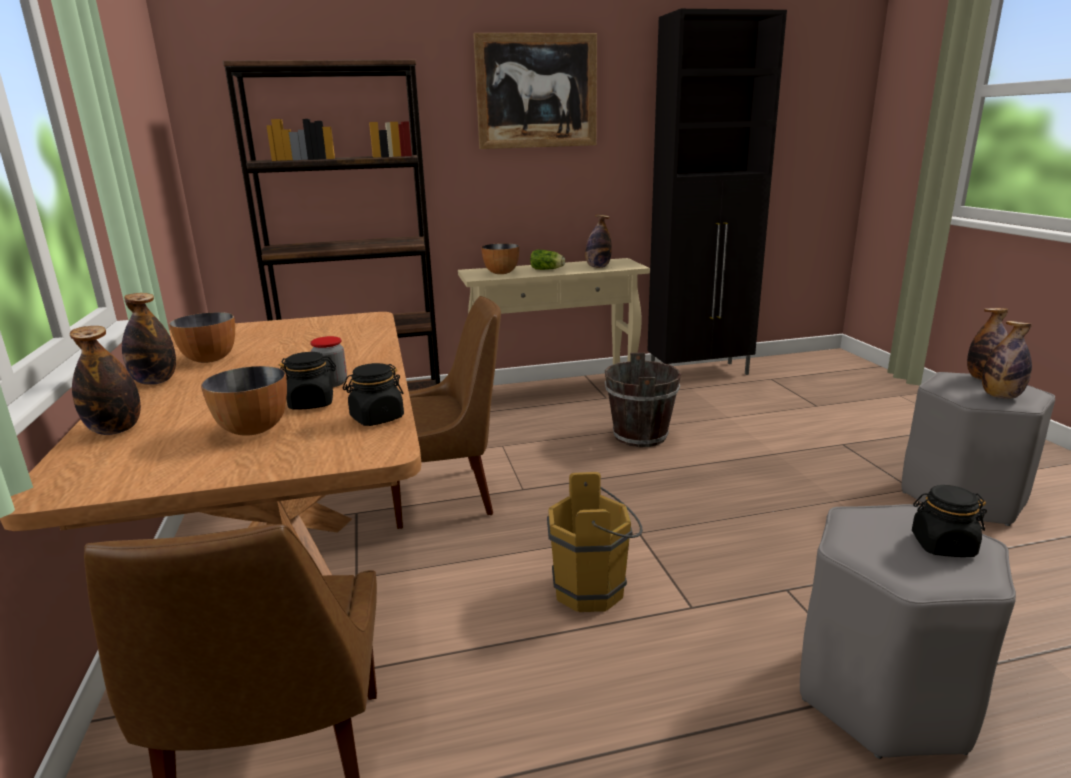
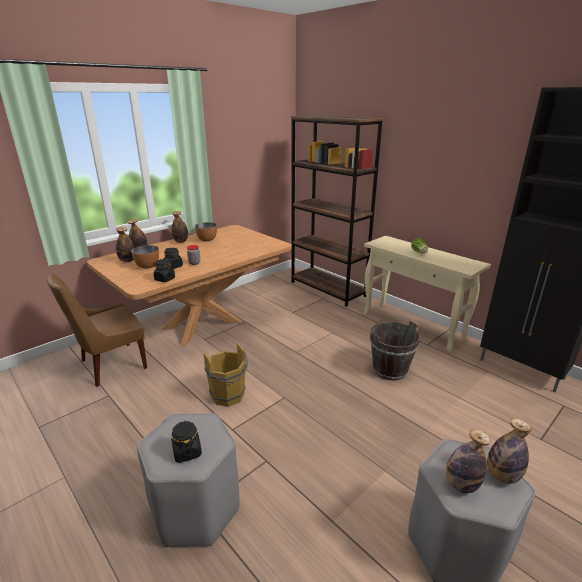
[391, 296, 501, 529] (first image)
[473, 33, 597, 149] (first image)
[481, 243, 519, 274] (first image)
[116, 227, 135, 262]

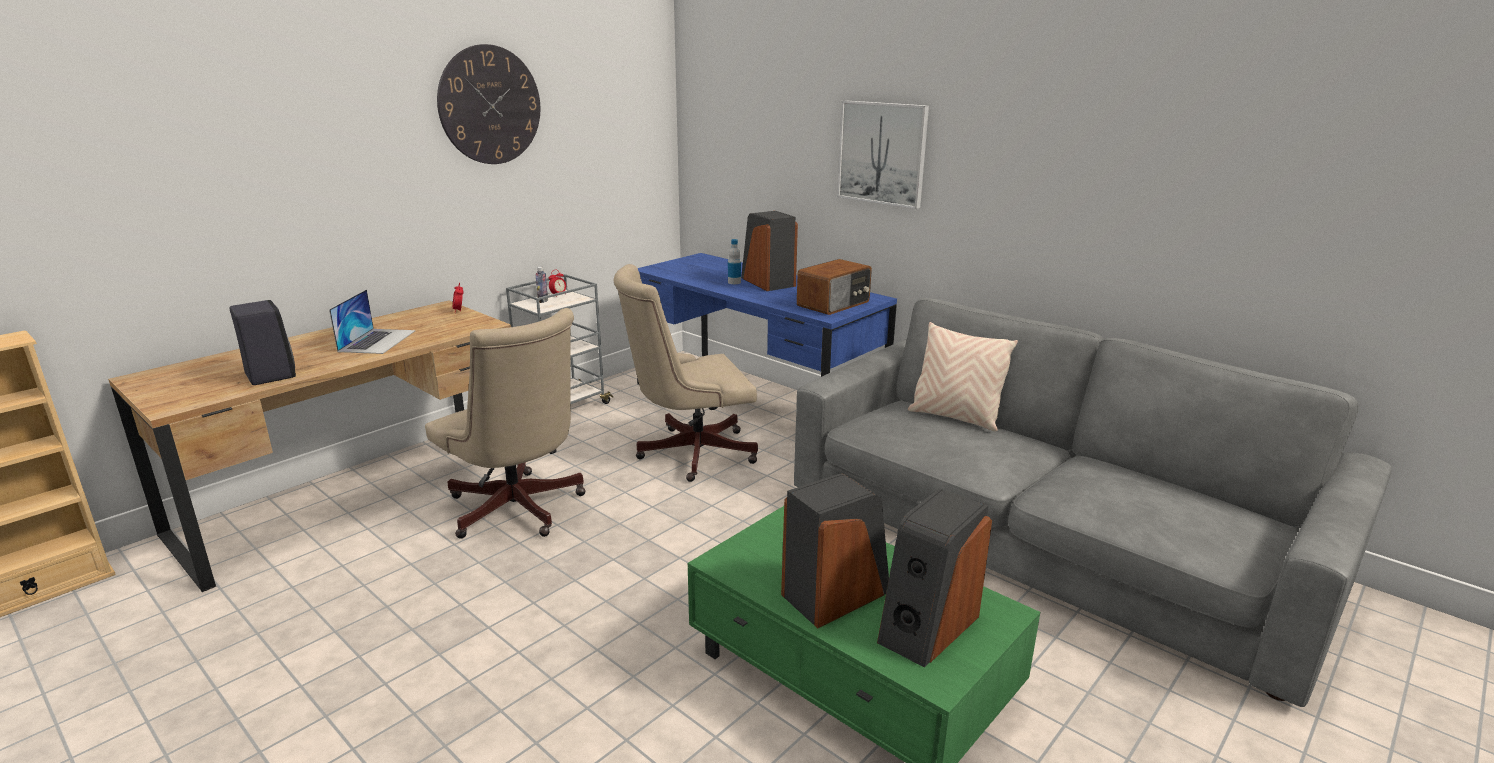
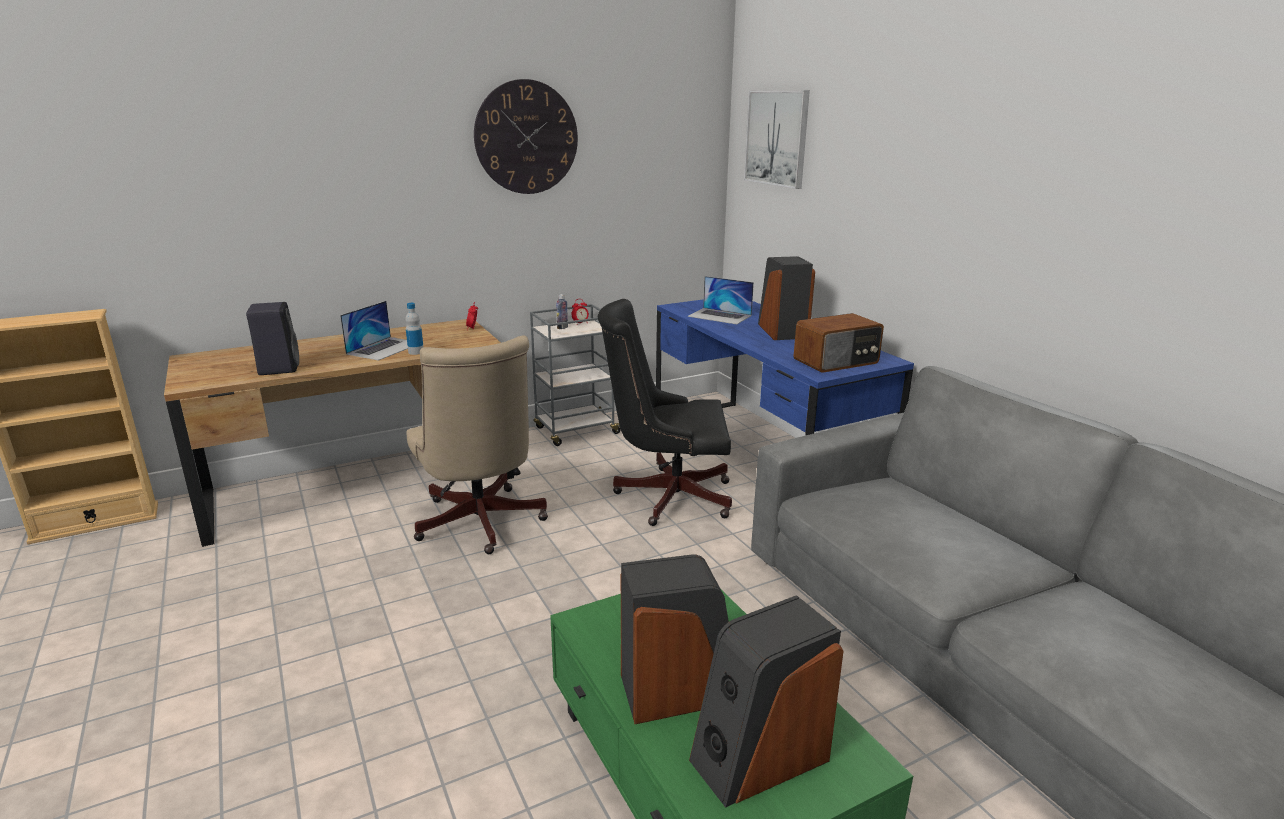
[598, 299, 732, 526]
[405, 303, 423, 355]
[744, 90, 810, 189]
[908, 322, 1018, 431] (first image)
[688, 276, 754, 324]

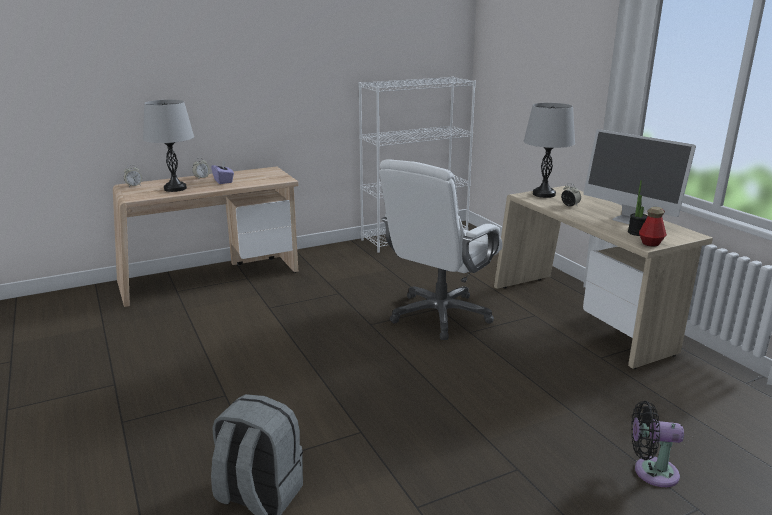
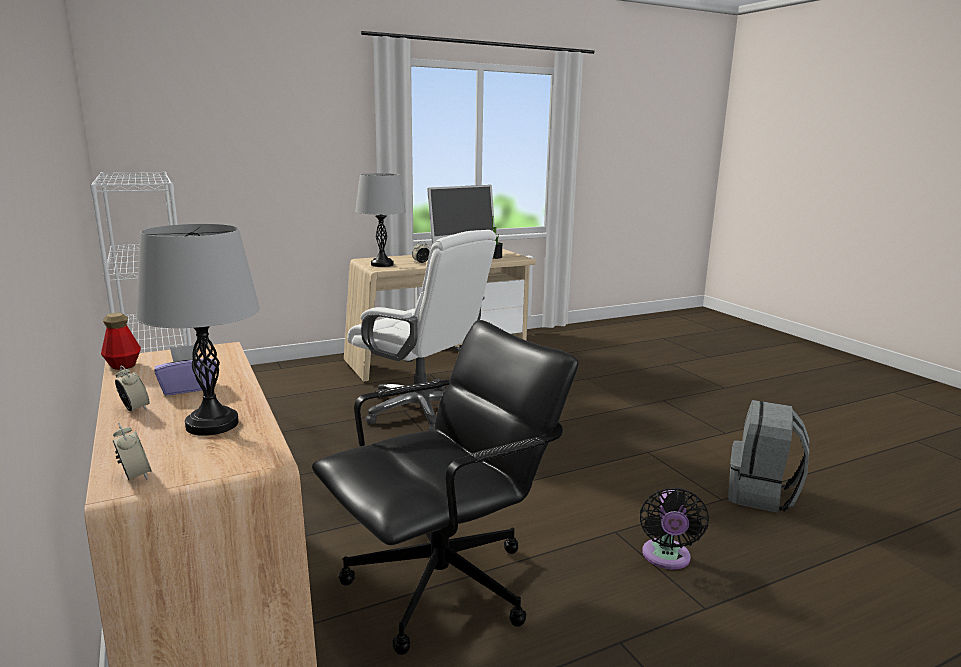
[640, 487, 709, 569]
[101, 313, 141, 370]
[312, 320, 579, 655]

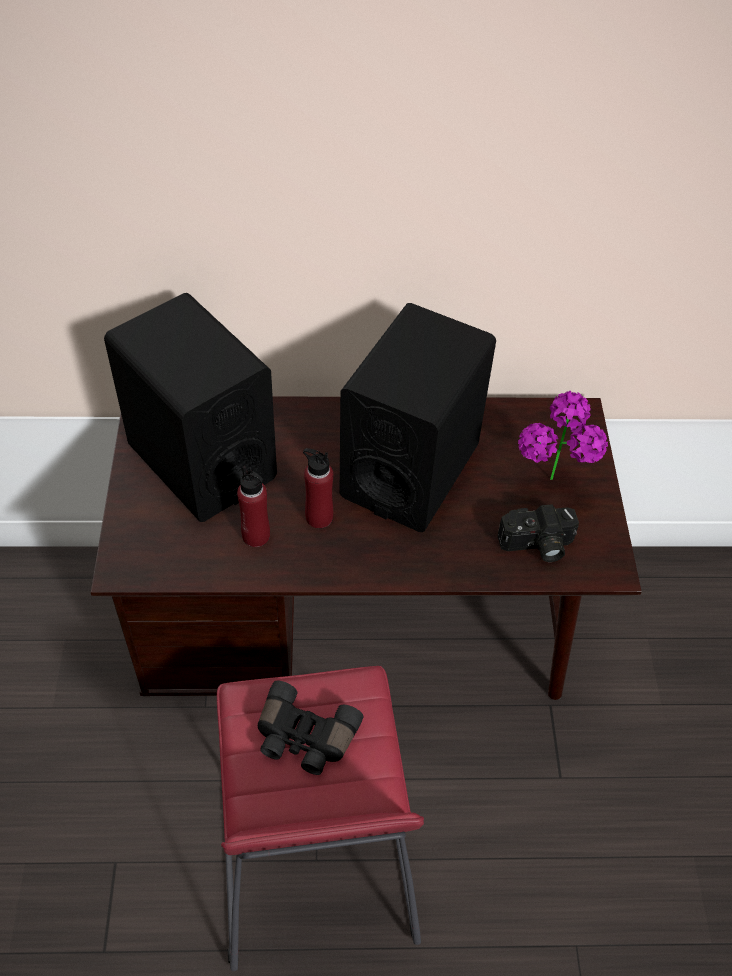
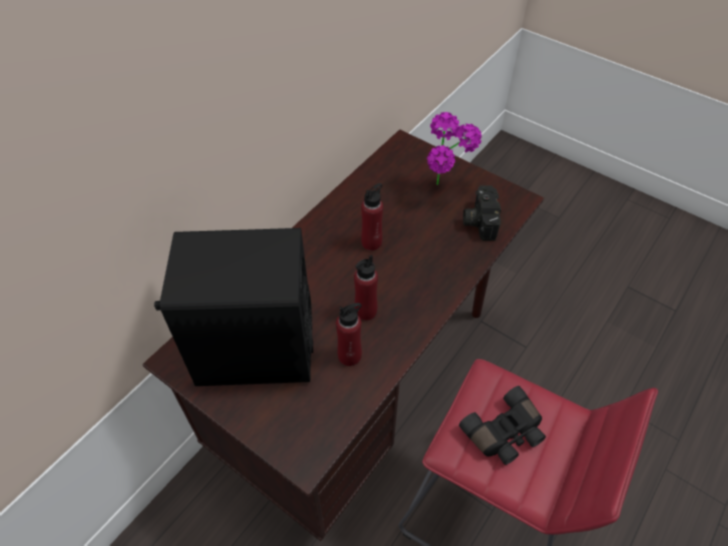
[361, 183, 383, 251]
[463, 185, 501, 241]

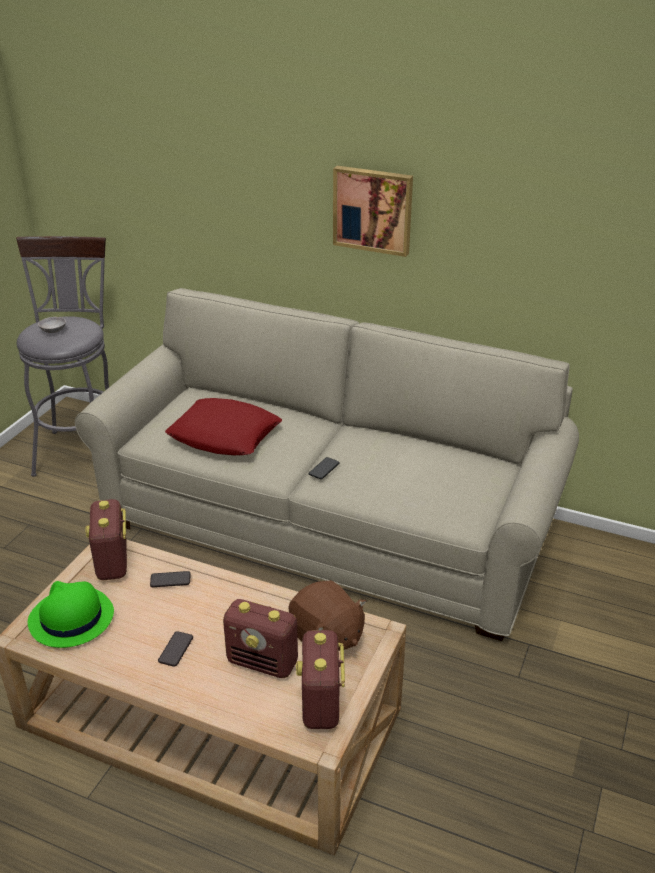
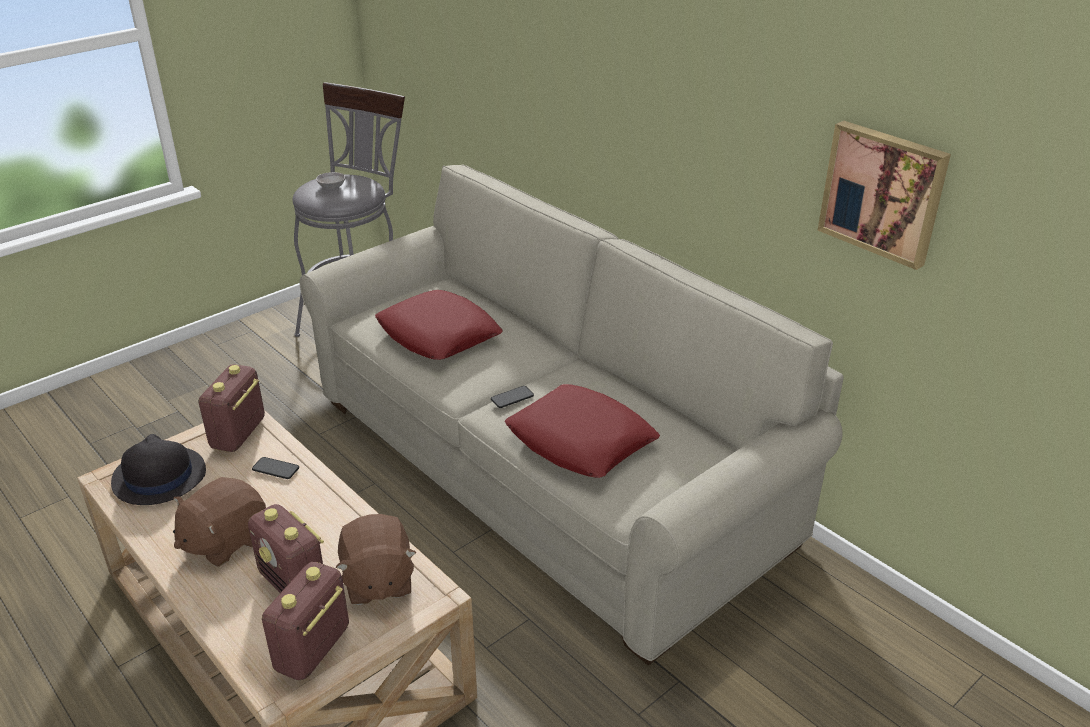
[111, 434, 206, 505]
[173, 477, 266, 567]
[818, 121, 951, 270]
[505, 384, 660, 478]

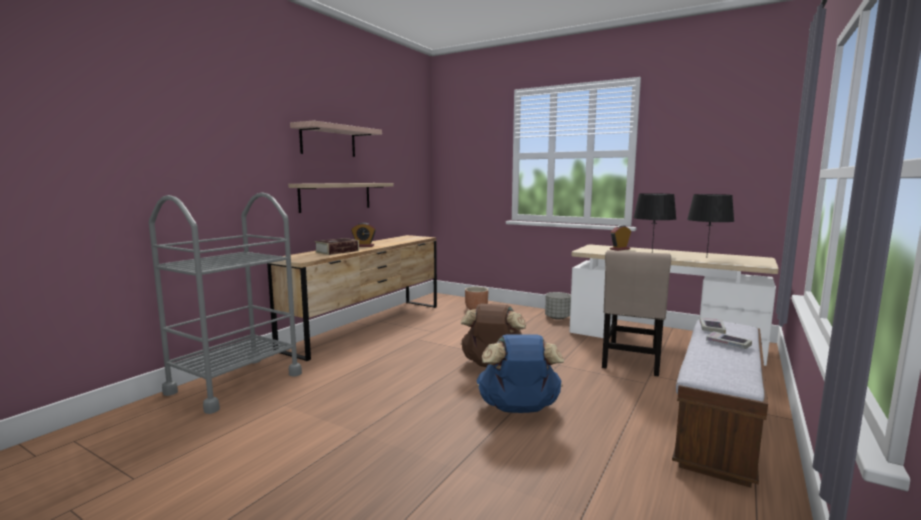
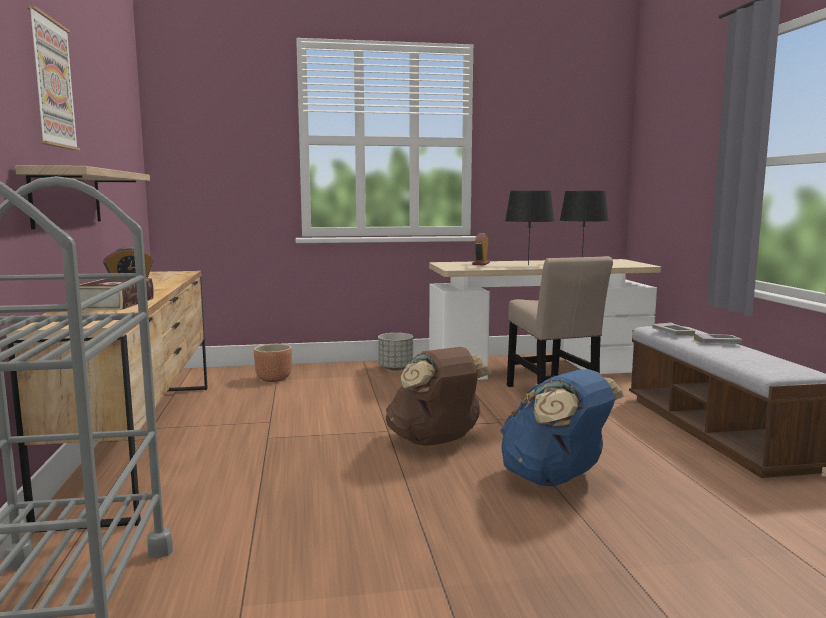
[27, 5, 80, 150]

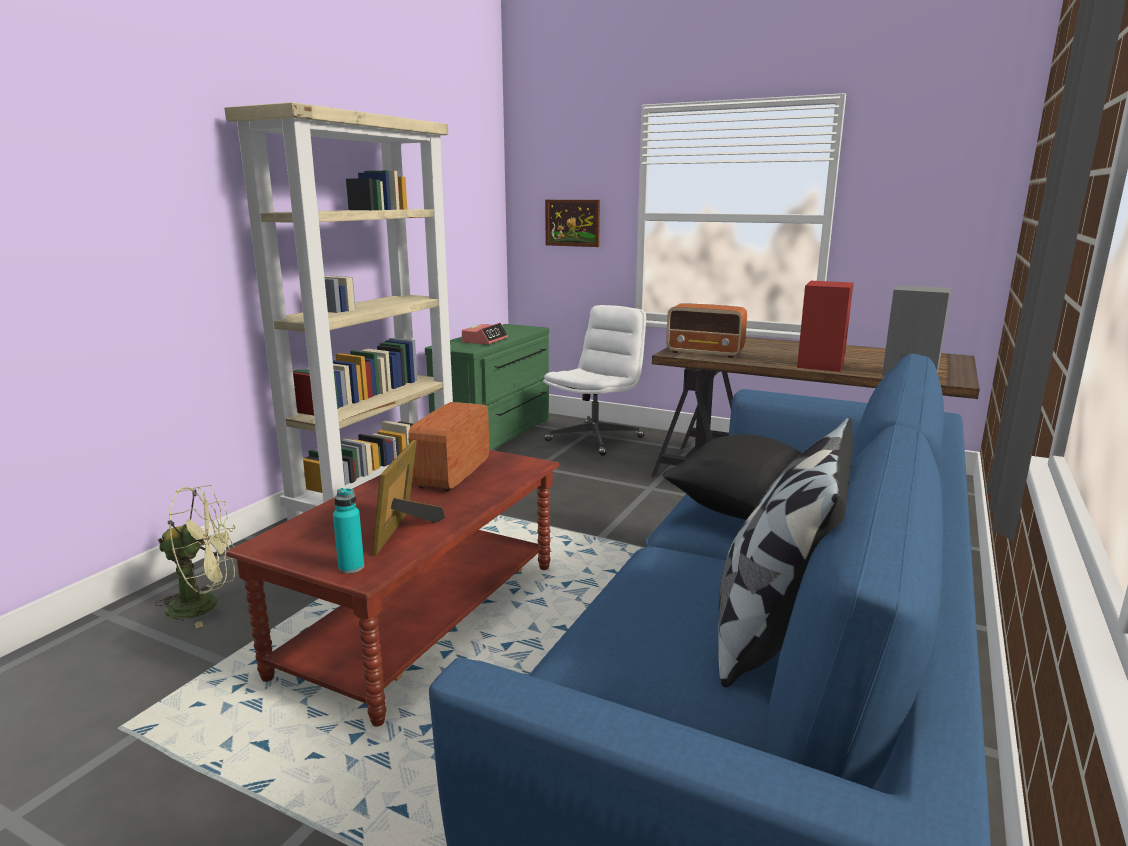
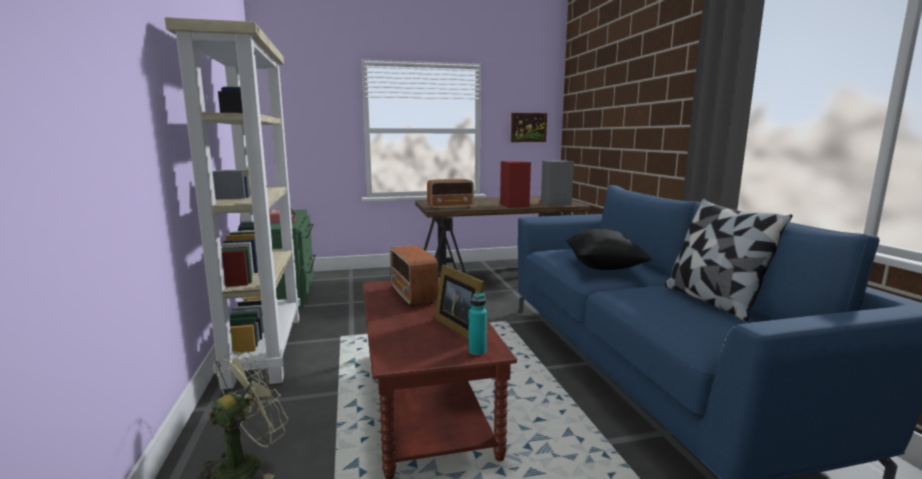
[543, 305, 646, 456] (first image)
[511, 113, 547, 142]

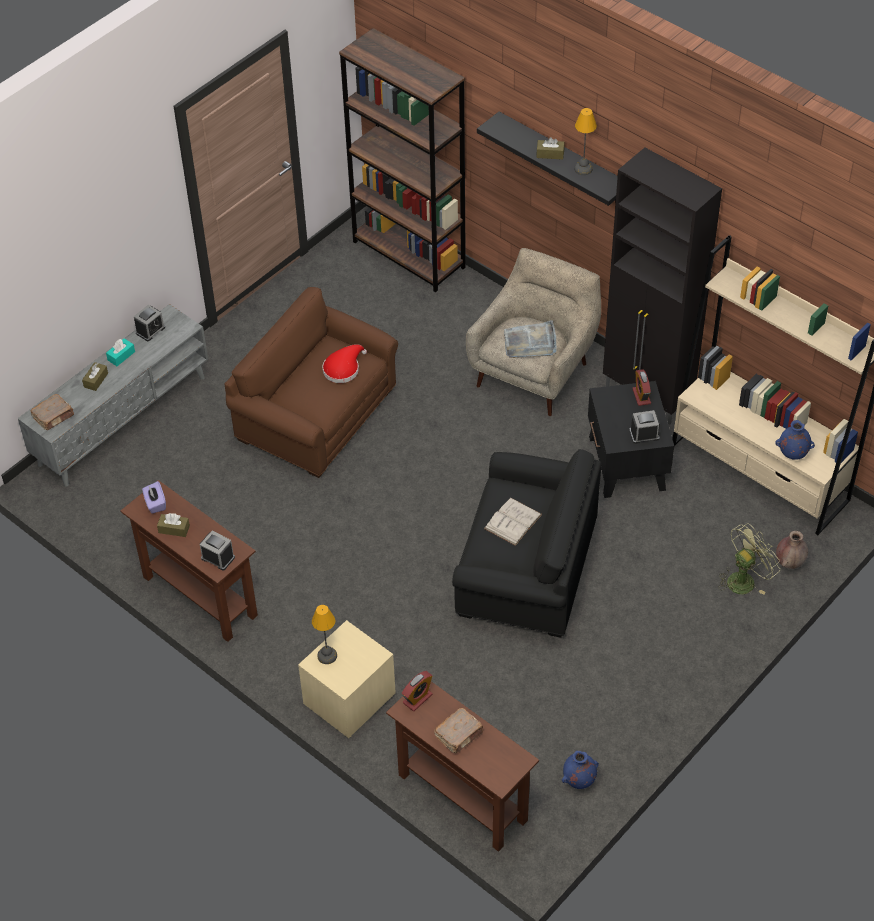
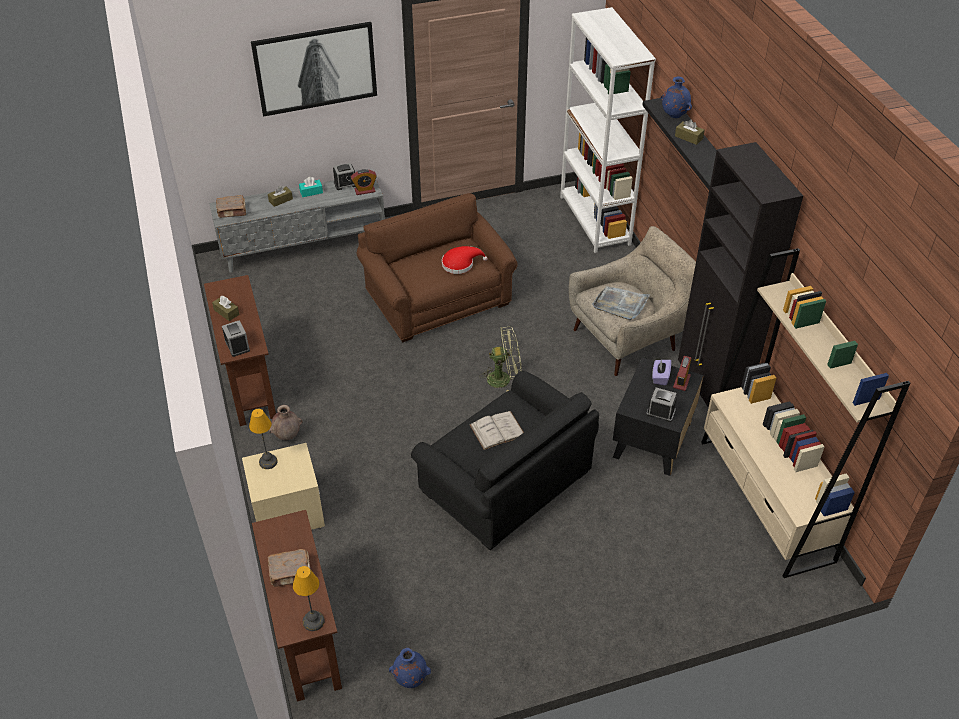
[652, 360, 671, 385]
[560, 7, 656, 253]
[351, 169, 377, 195]
[293, 566, 325, 631]
[479, 326, 522, 392]
[661, 76, 692, 118]
[269, 405, 303, 440]
[251, 22, 377, 117]

